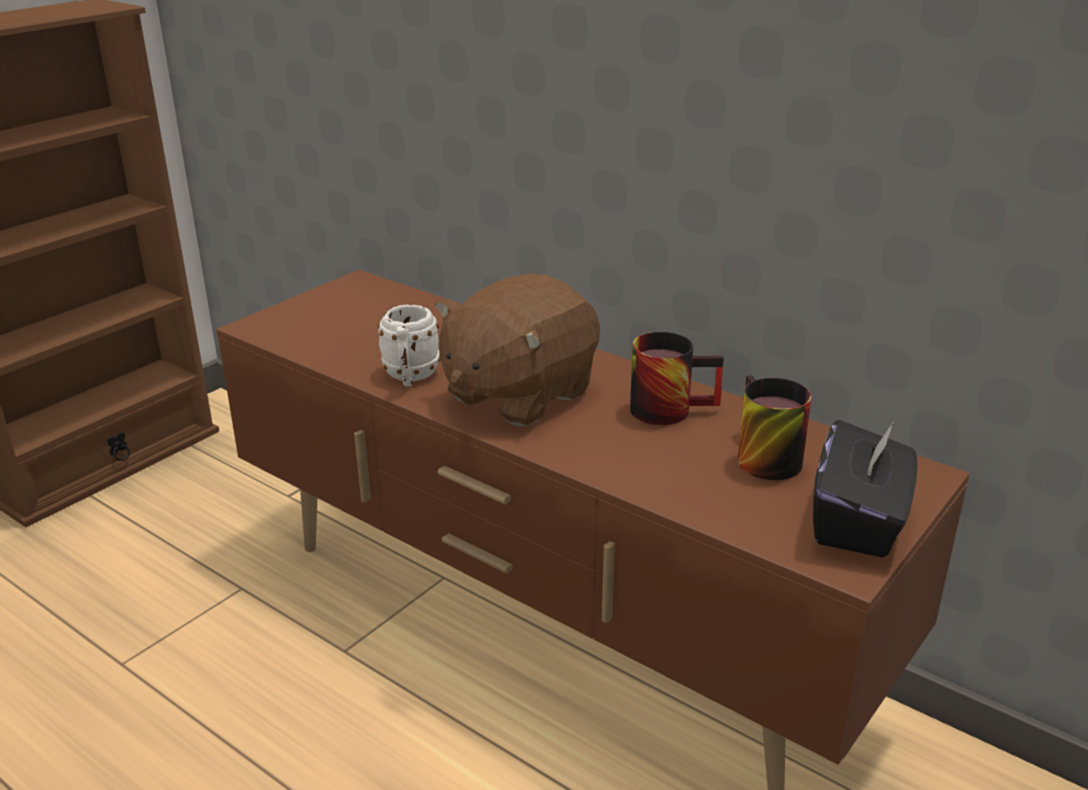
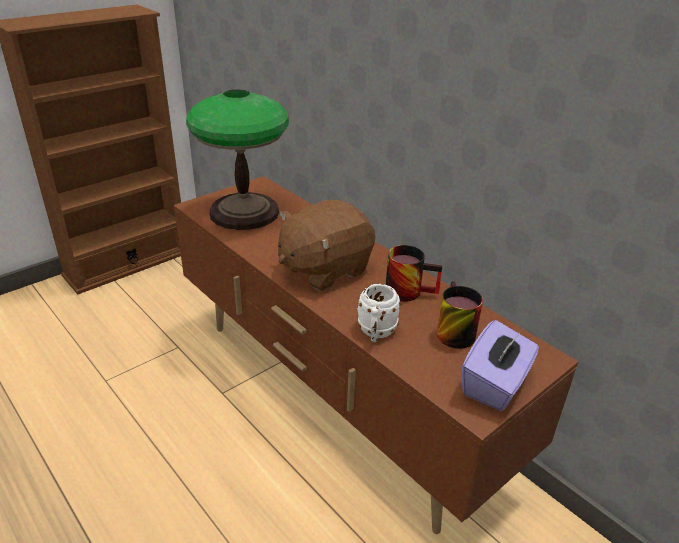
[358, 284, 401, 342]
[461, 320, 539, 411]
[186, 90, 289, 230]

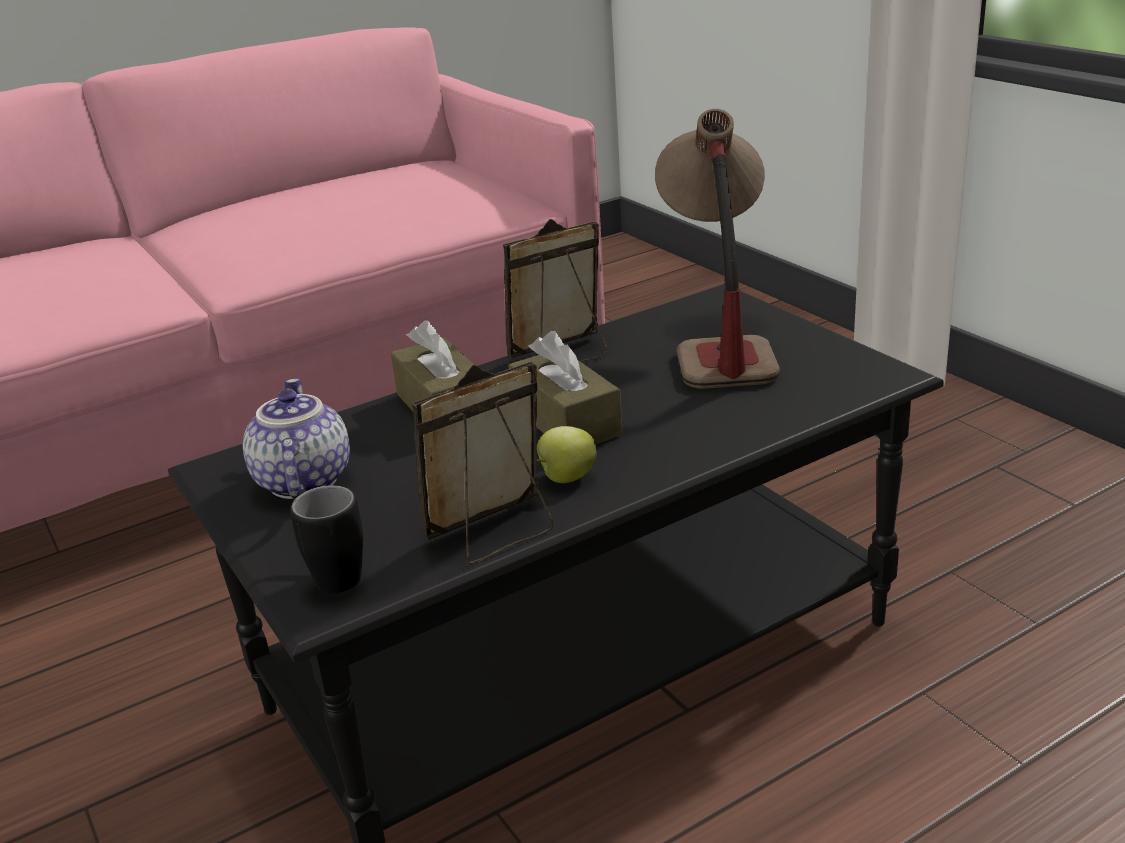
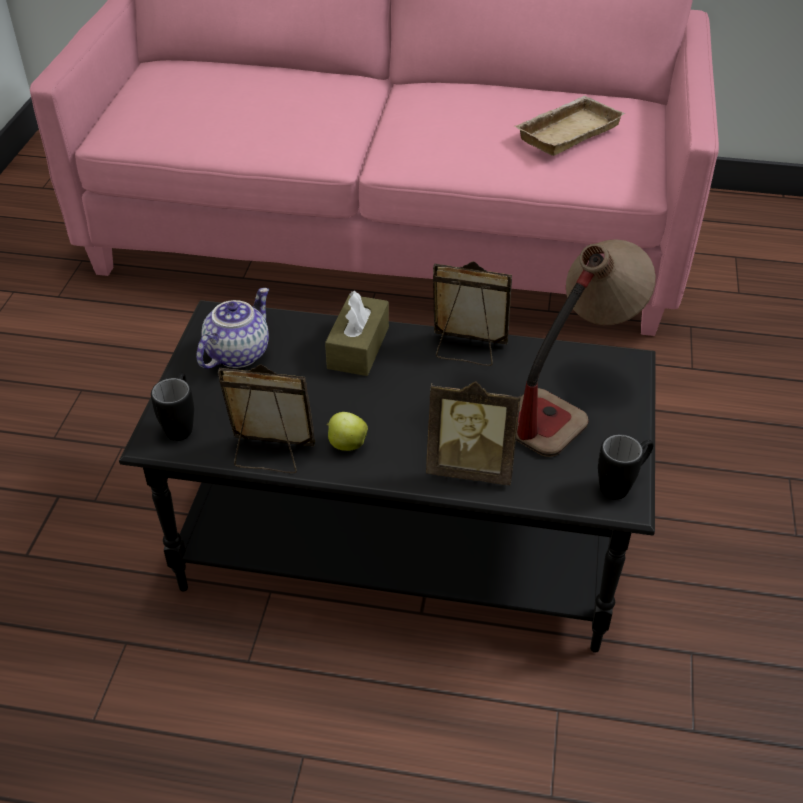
[508, 331, 623, 444] (first image)
[426, 381, 521, 485]
[514, 96, 625, 156]
[598, 434, 654, 500]

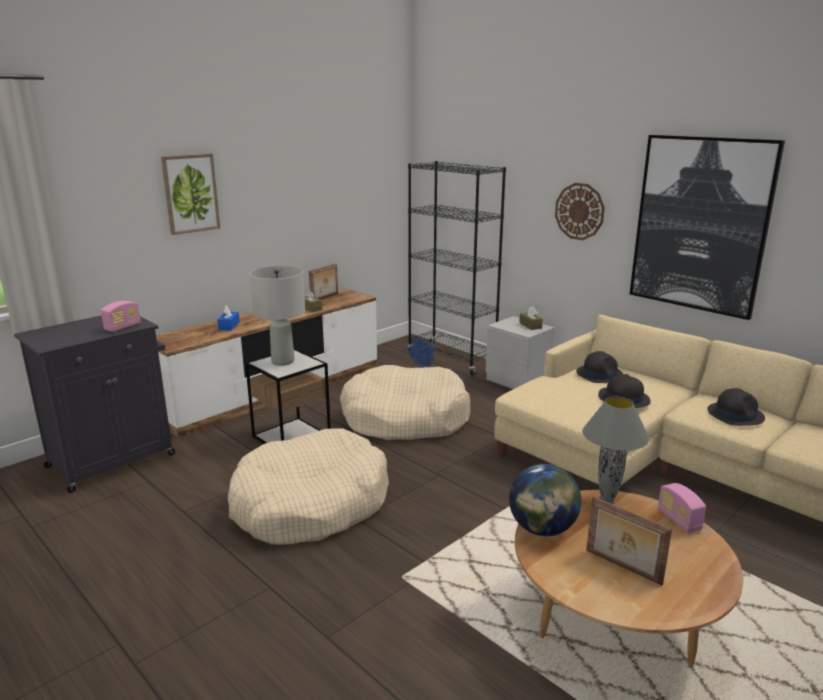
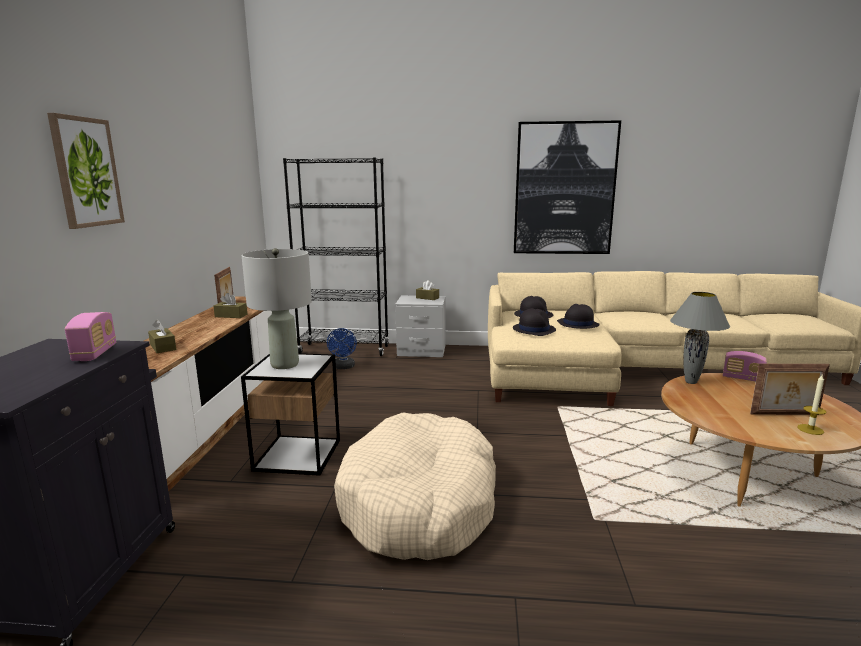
[148, 320, 176, 353]
[340, 365, 470, 440] (first image)
[509, 464, 581, 536] (first image)
[555, 183, 605, 240] (first image)
[513, 308, 556, 336]
[797, 375, 826, 435]

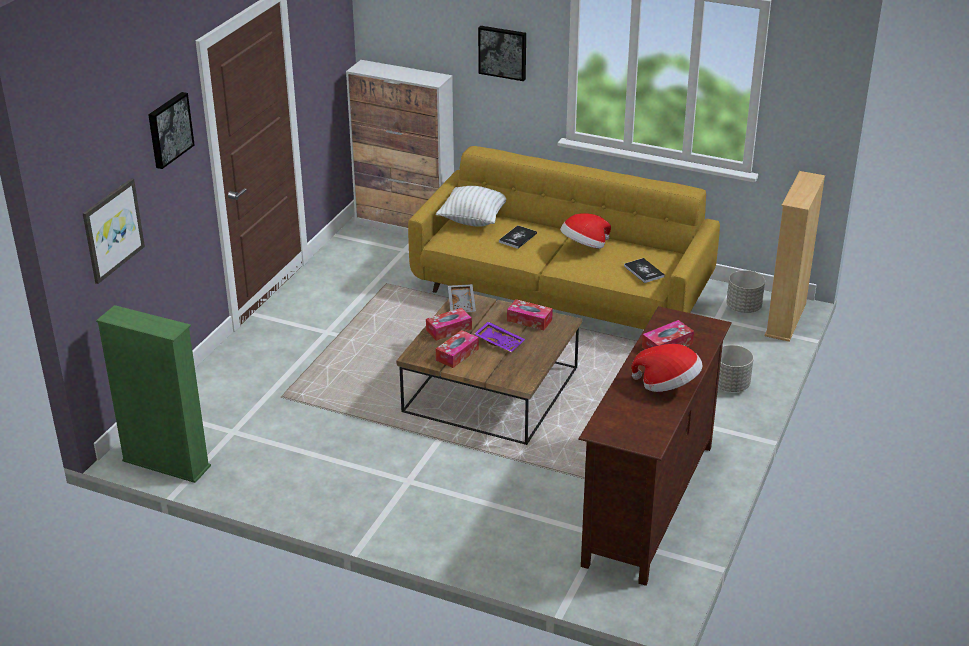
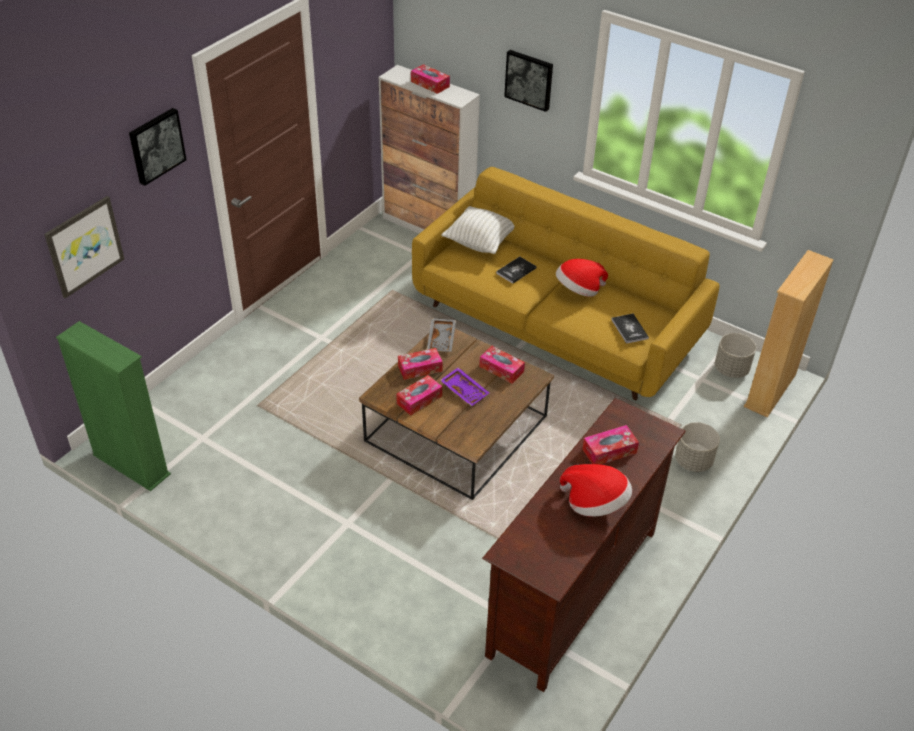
[411, 64, 450, 94]

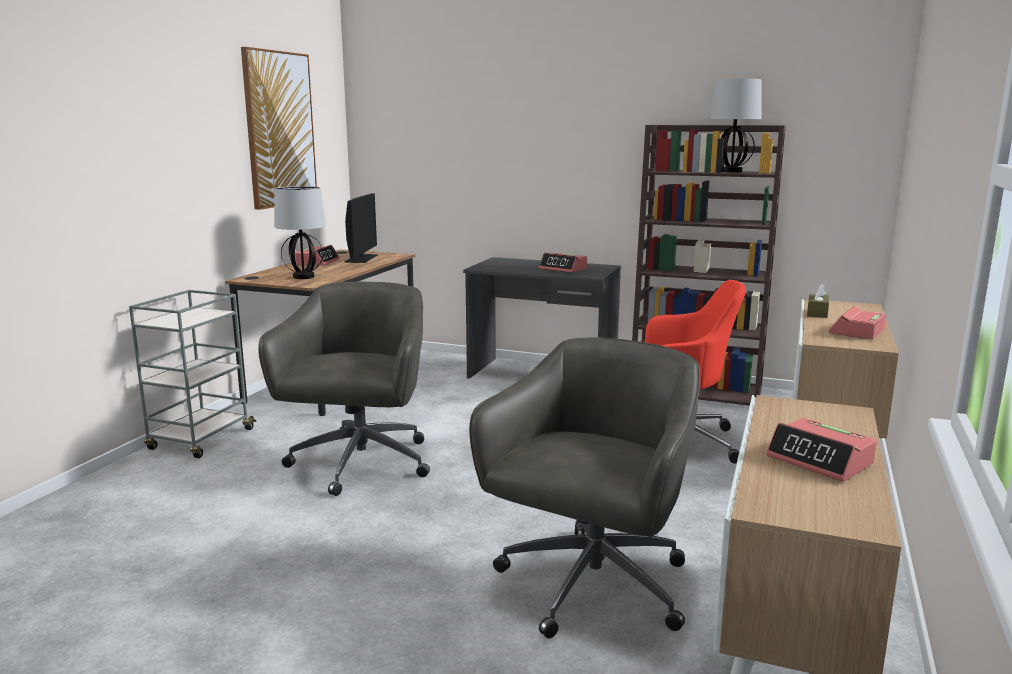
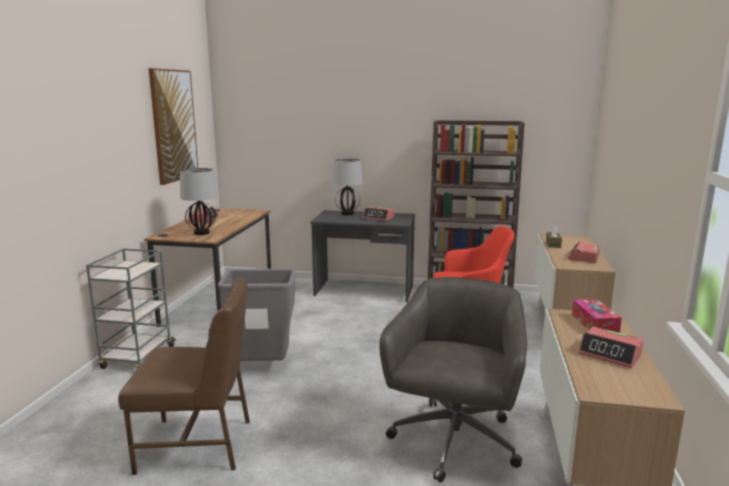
[218, 269, 296, 361]
[345, 193, 378, 263] (first image)
[332, 159, 363, 215]
[118, 278, 250, 475]
[572, 299, 622, 333]

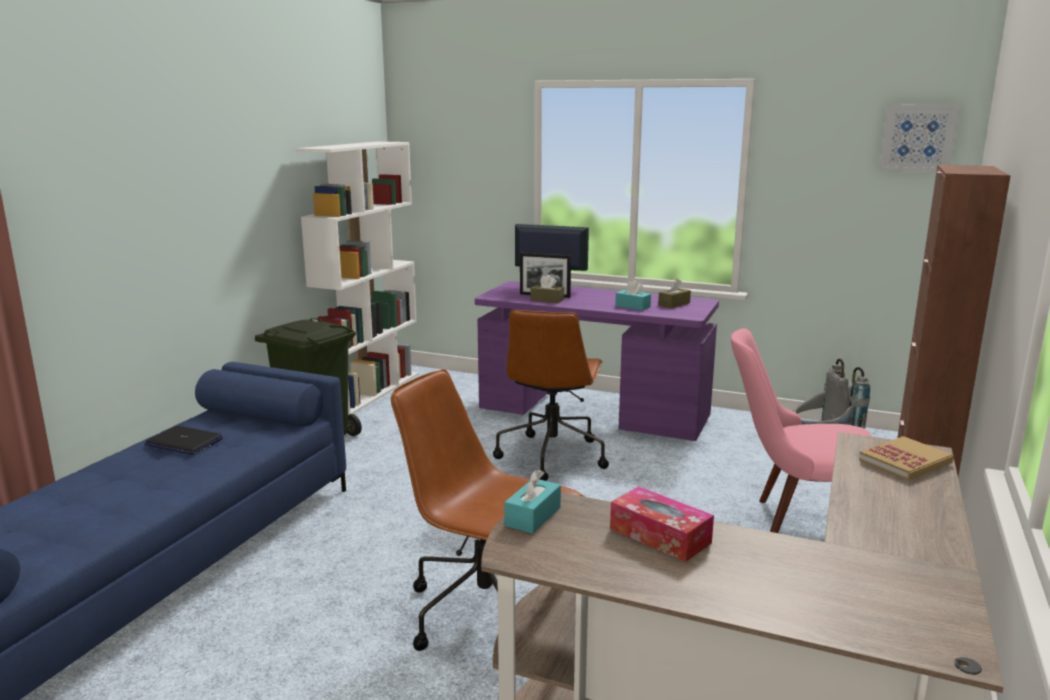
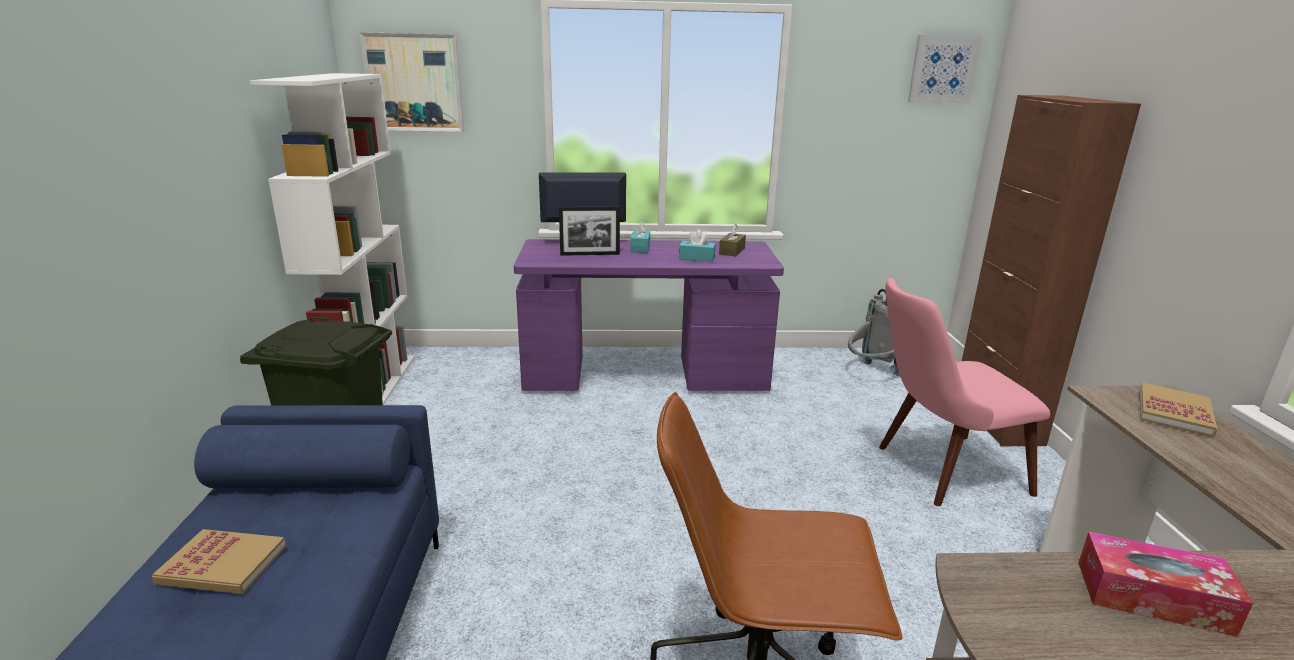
[152, 529, 286, 594]
[493, 310, 609, 481] (first image)
[630, 221, 650, 253]
[530, 275, 564, 303] (first image)
[360, 32, 464, 132]

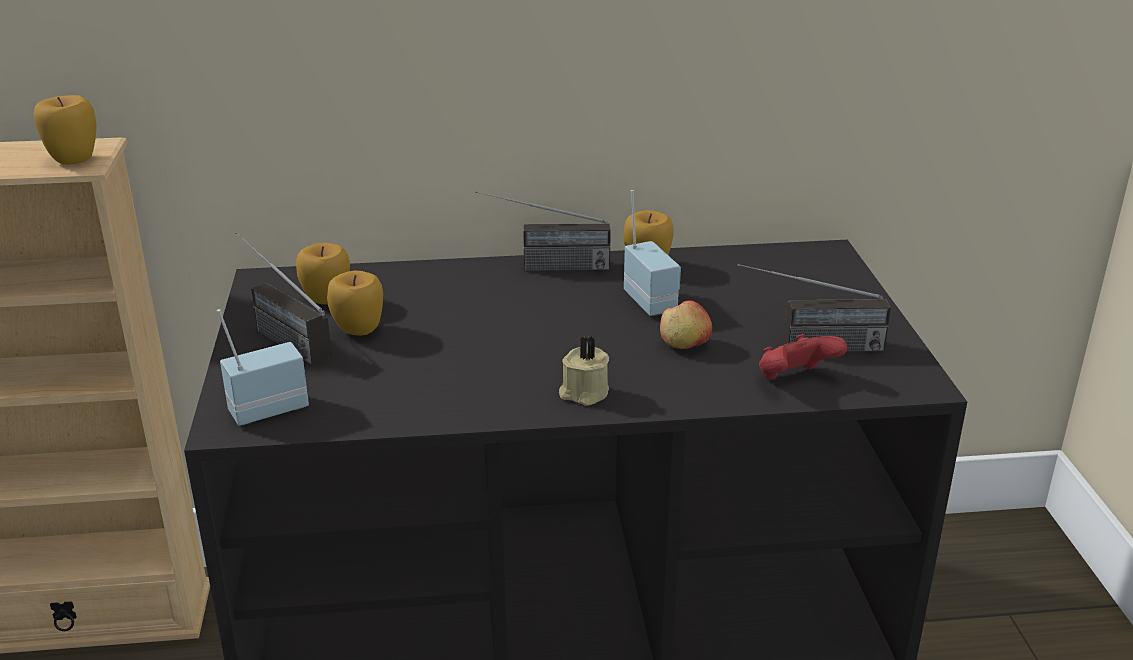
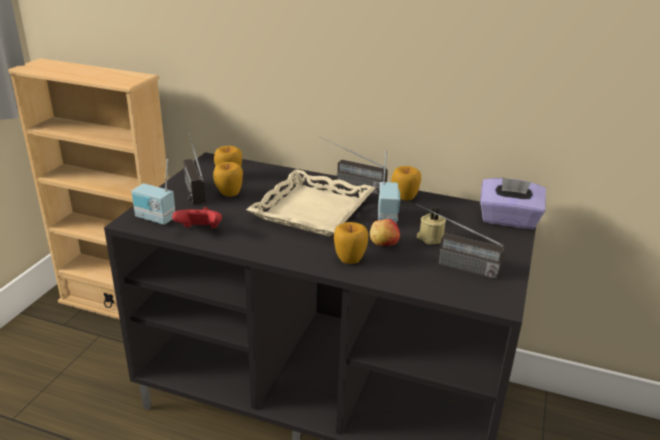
[334, 222, 368, 264]
[132, 159, 175, 225]
[417, 207, 446, 244]
[172, 207, 222, 228]
[246, 169, 375, 237]
[480, 177, 546, 229]

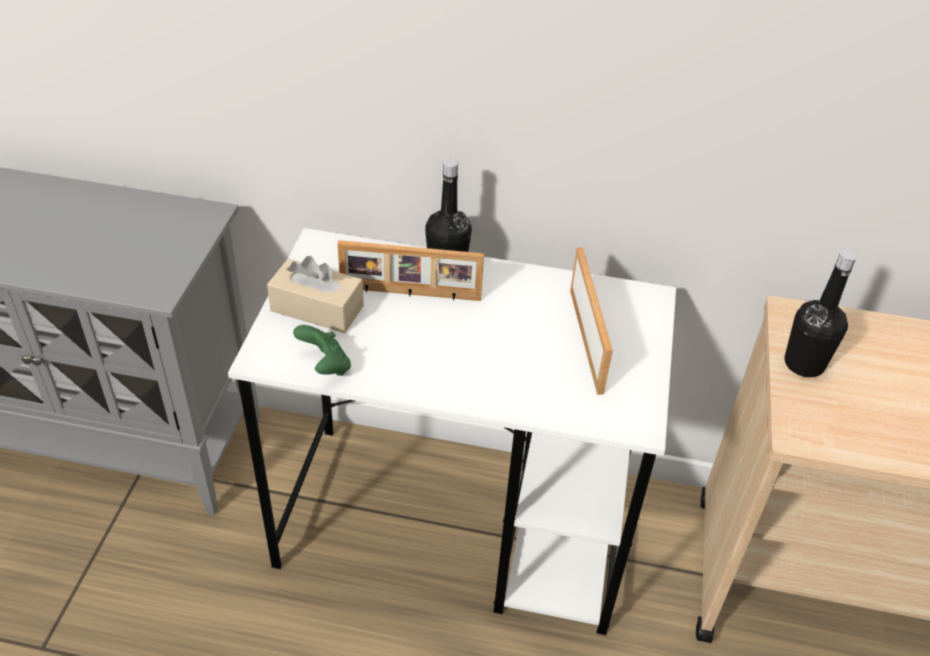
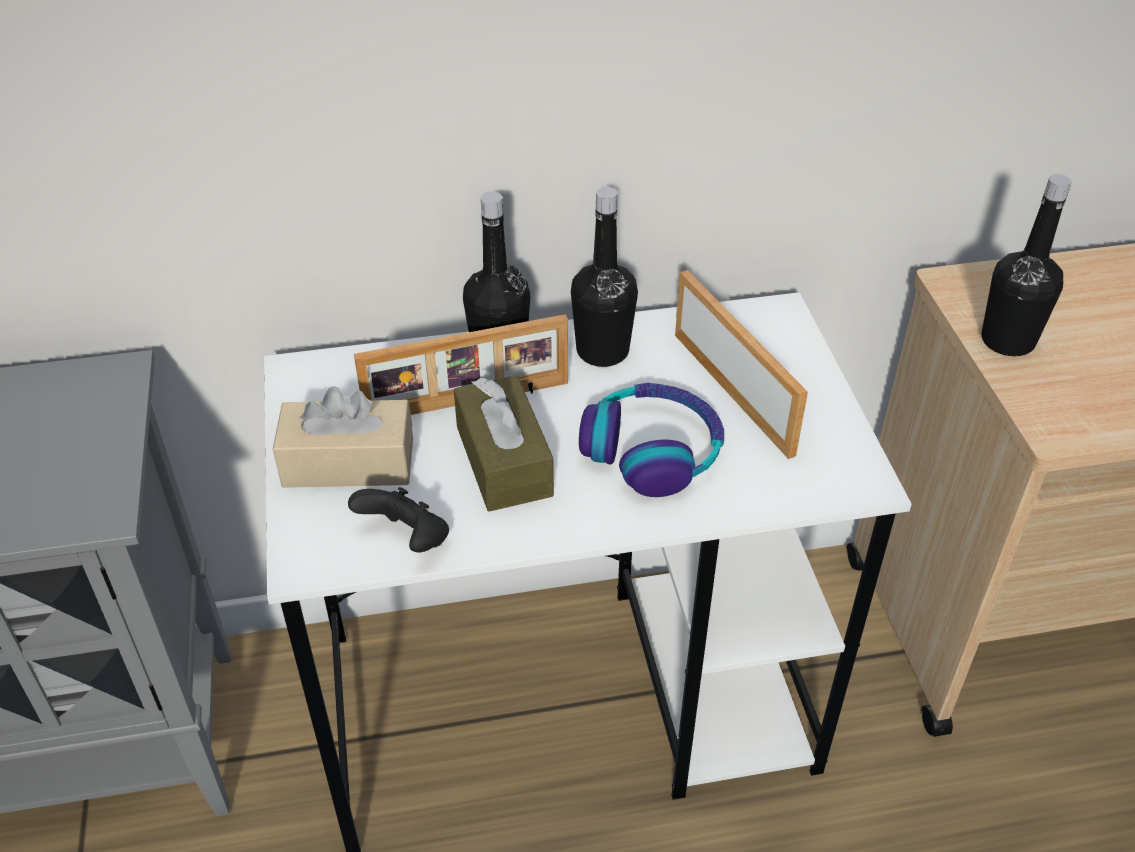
[348, 487, 449, 552]
[454, 375, 554, 512]
[571, 187, 638, 367]
[579, 383, 724, 497]

